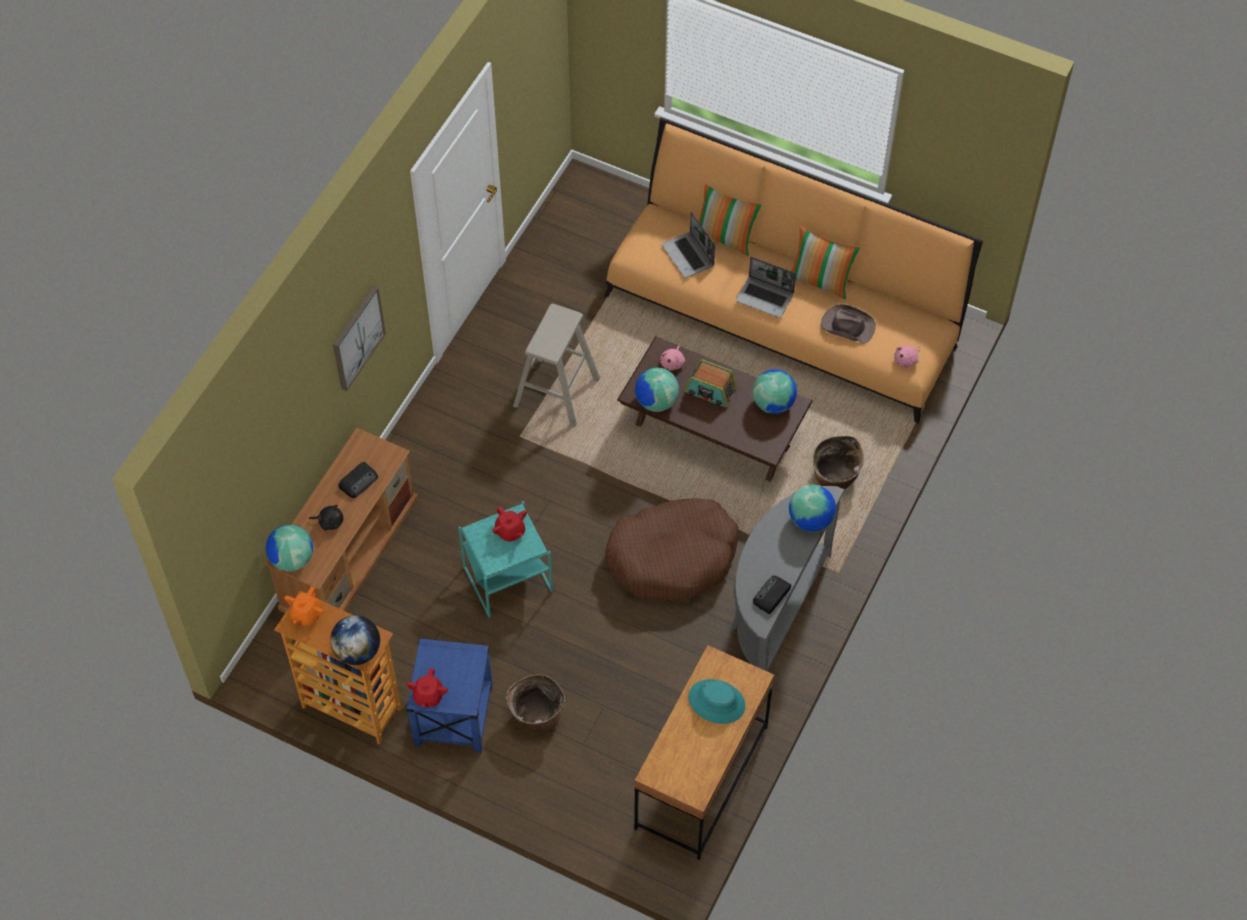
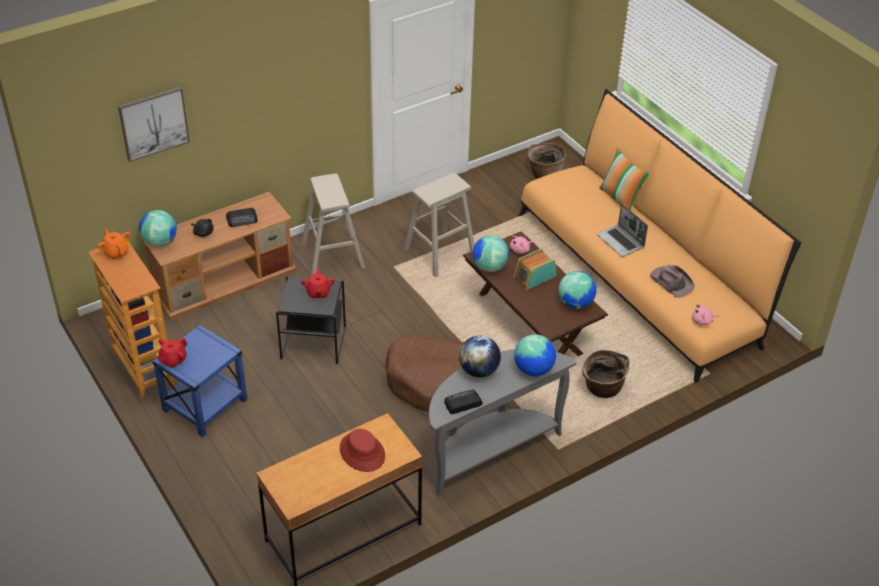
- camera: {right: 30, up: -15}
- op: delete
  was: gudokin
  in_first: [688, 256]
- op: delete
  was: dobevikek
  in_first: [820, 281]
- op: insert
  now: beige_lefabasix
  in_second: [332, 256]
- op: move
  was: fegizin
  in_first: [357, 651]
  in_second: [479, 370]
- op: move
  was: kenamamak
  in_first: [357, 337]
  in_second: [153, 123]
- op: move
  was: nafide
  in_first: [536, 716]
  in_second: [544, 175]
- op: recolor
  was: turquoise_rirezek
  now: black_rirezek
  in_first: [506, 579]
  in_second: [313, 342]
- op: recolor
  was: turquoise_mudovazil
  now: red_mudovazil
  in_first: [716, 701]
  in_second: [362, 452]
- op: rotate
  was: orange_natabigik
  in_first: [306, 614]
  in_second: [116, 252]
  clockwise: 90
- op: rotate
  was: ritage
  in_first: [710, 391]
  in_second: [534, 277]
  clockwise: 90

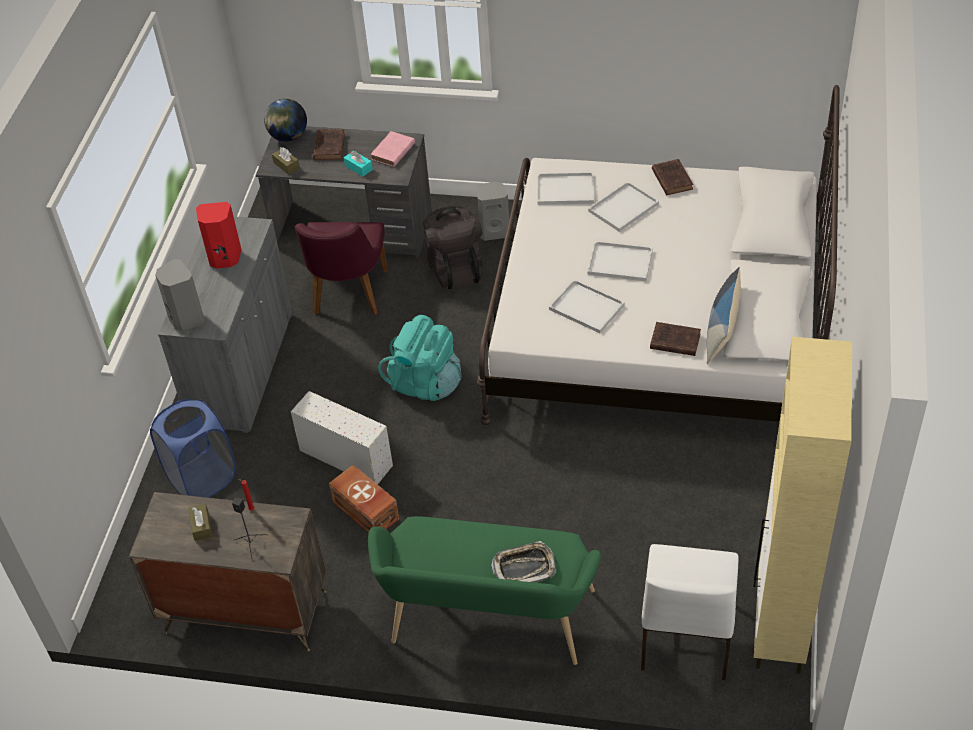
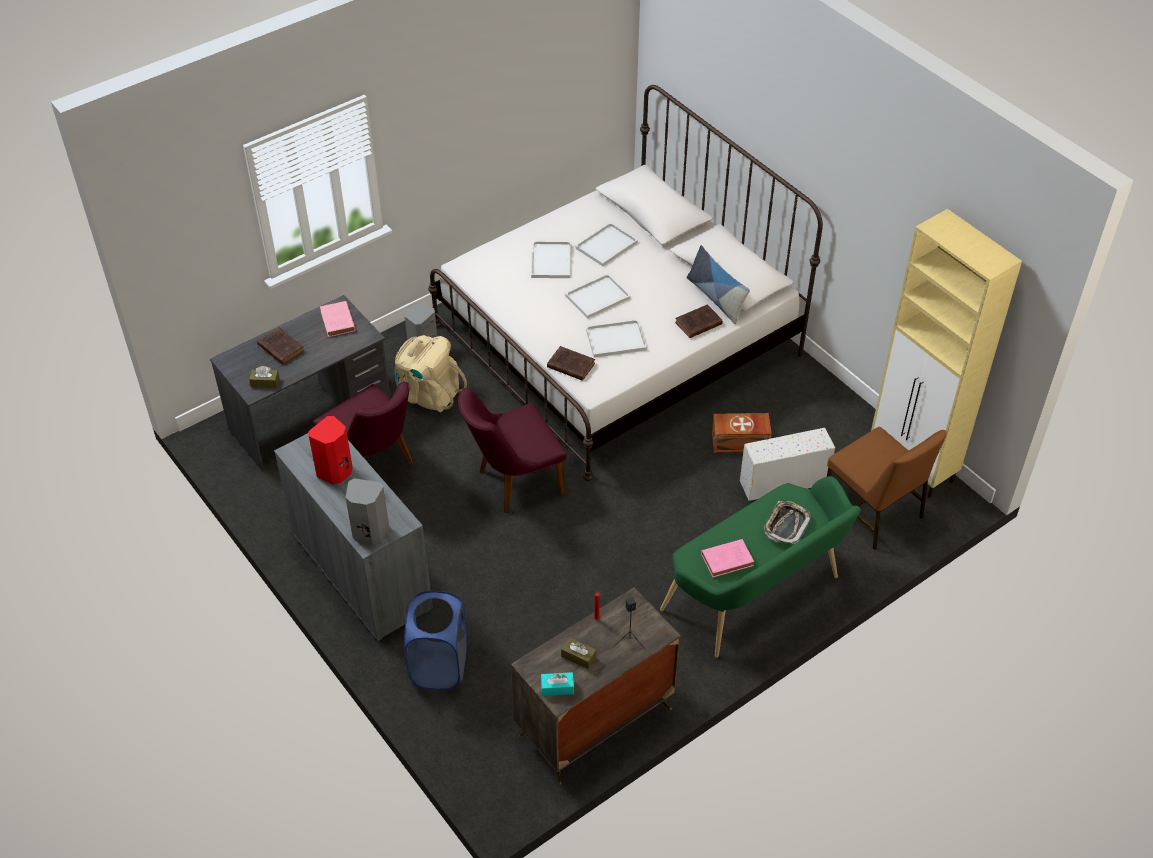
- camera: {right: -50, up: 0}
- op: delete
  was: fegizin
  in_first: [288, 136]
- op: insert
  now: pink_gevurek
  in_second: [728, 559]
- op: move
  was: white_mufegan
  in_first: [344, 457]
  in_second: [782, 482]
- op: move
  was: brown_mufegan
  in_first: [365, 511]
  in_second: [741, 442]
- op: move
  was: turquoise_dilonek
  in_first: [358, 168]
  in_second: [557, 687]
- op: move
  was: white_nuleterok
  in_first: [566, 189]
  in_second: [606, 244]
- op: move
  was: brown_gevurek
  in_first: [671, 179]
  in_second: [570, 365]
- op: replace
  was: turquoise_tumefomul
  now: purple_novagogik
  in_first: [425, 383]
  in_second: [513, 483]
- op: recolor
  was: black_tumefomul
  now: beige_tumefomul
  in_first: [455, 268]
  in_second: [428, 393]
- op: recolor
  was: white_novagogik
  now: brown_novagogik
  in_first: [685, 637]
  in_second: [872, 511]

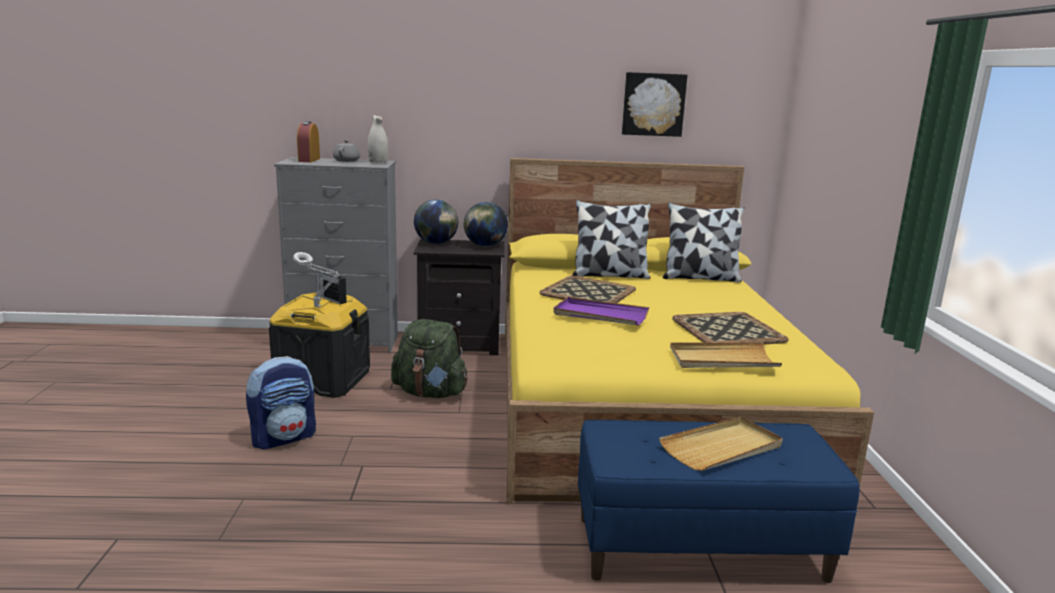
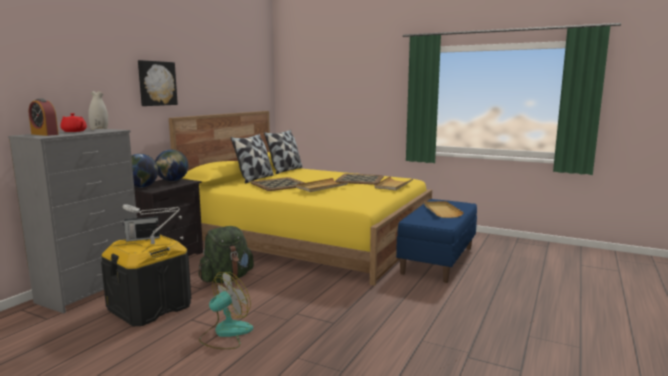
- camera: {right: -60, up: -5}
- op: move
  was: kenamamak
  in_first: [653, 104]
  in_second: [156, 83]
- op: replace
  was: tumefomul
  now: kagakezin
  in_first: [284, 438]
  in_second: [226, 333]
- op: recolor
  was: grey_natabigik
  now: red_natabigik
  in_first: [347, 161]
  in_second: [74, 131]
- op: recolor
  was: purple_nuleterok
  now: beige_nuleterok
  in_first: [600, 315]
  in_second: [322, 187]

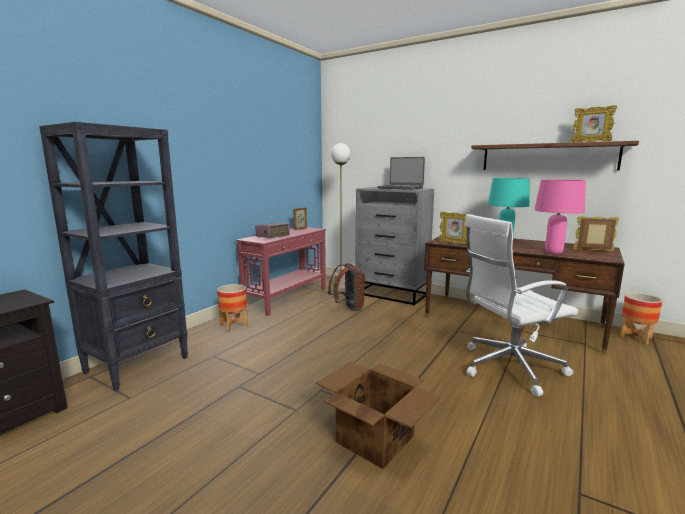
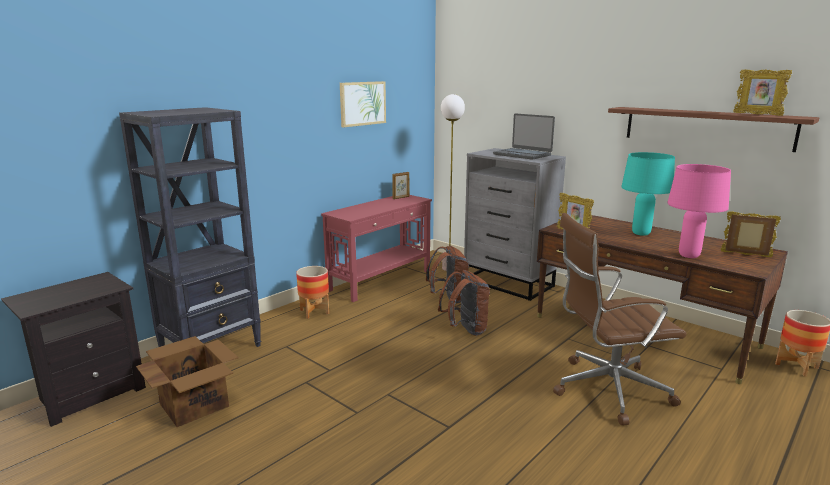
- camera: {right: 10, up: 5}
- op: delete
  was: ritage
  in_first: [273, 236]
- op: insert
  now: kenamamak
  in_second: [362, 103]
- op: insert
  now: brown_tumefomul
  in_second: [465, 330]
- op: move
  was: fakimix
  in_first: [374, 438]
  in_second: [194, 404]
- op: recolor
  was: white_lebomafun
  now: brown_lebomafun
  in_first: [508, 367]
  in_second: [607, 389]

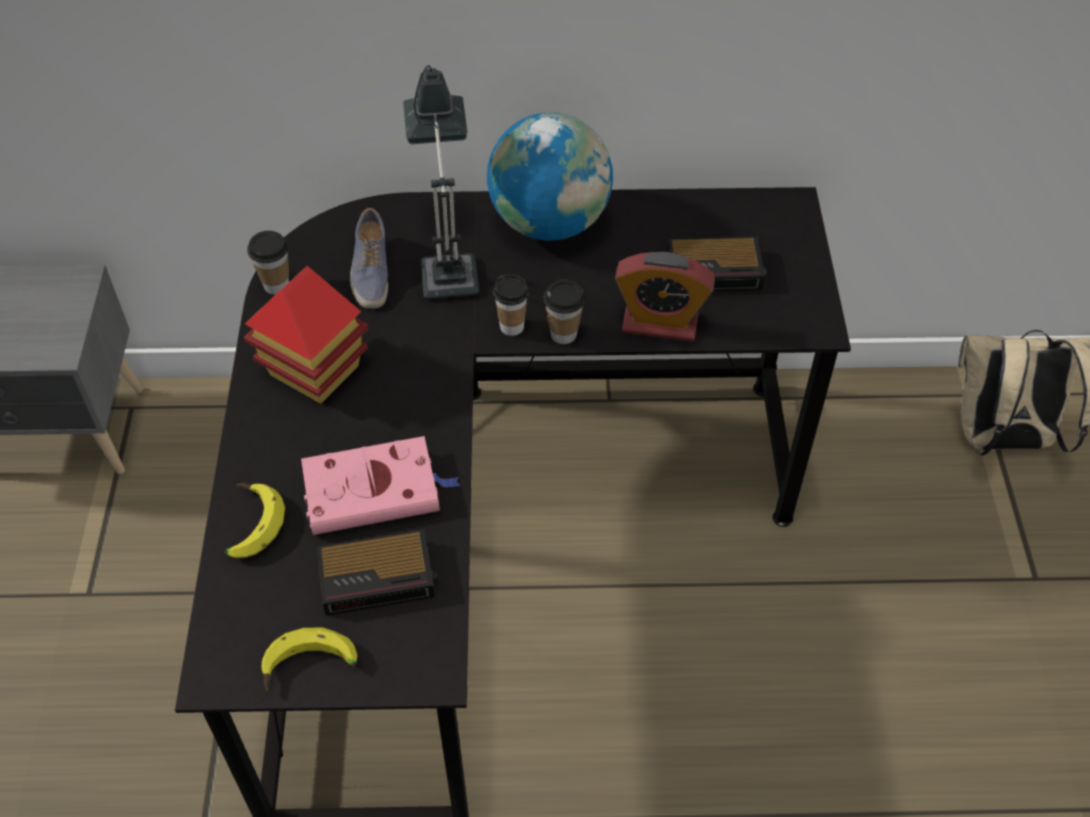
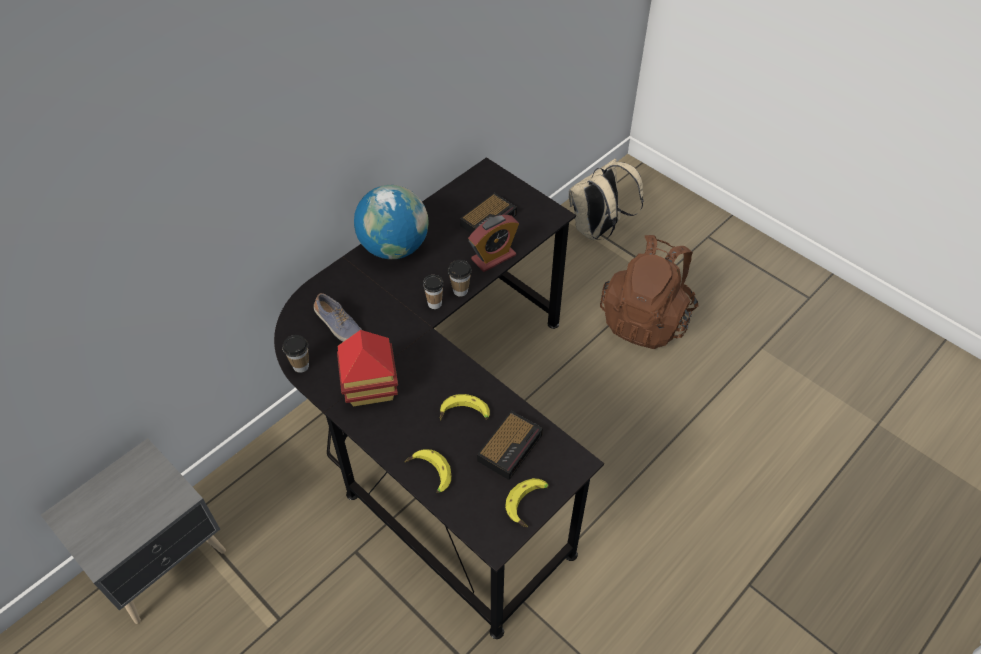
- camera: {right: -45, up: 0}
- op: delete
  was: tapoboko
  in_first: [448, 267]
- op: insert
  now: brown_tumefomul
  in_second: [646, 319]
- op: replace
  was: pink_gevurek
  now: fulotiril
  in_first: [375, 490]
  in_second: [464, 415]

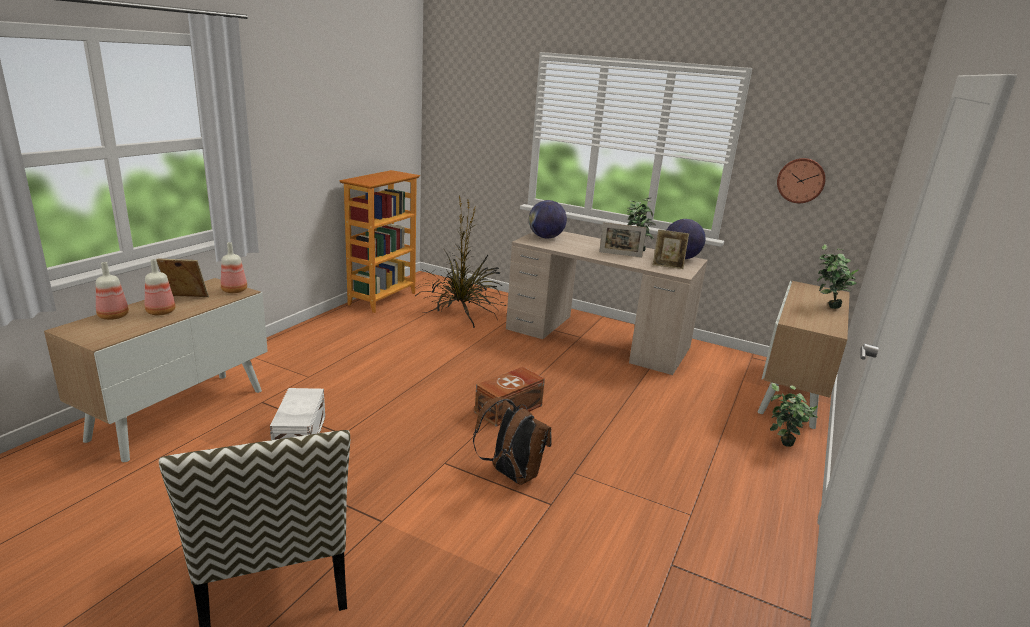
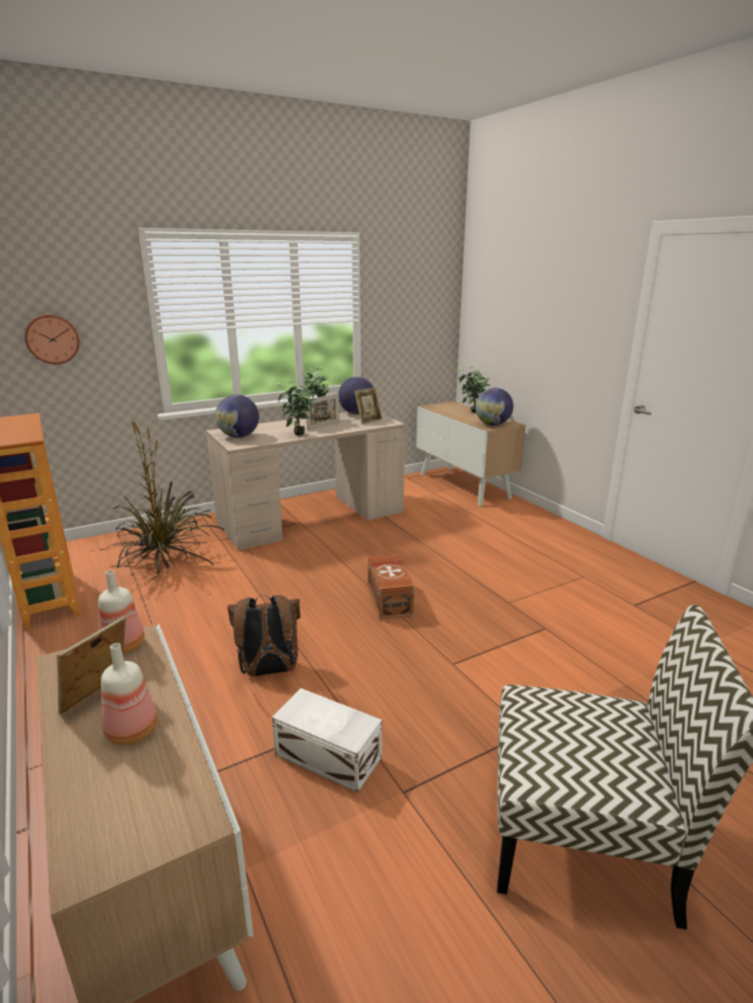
- camera: {right: -55, up: 0}
- op: delete
  was: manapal
  in_first: [113, 316]
- op: insert
  now: fegizin
  in_second: [492, 424]
- op: move
  was: brown_tumefomul
  in_first: [511, 475]
  in_second: [269, 671]
- op: move
  was: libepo
  in_first: [781, 446]
  in_second: [298, 436]
- op: move
  was: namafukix
  in_first: [801, 180]
  in_second: [52, 339]

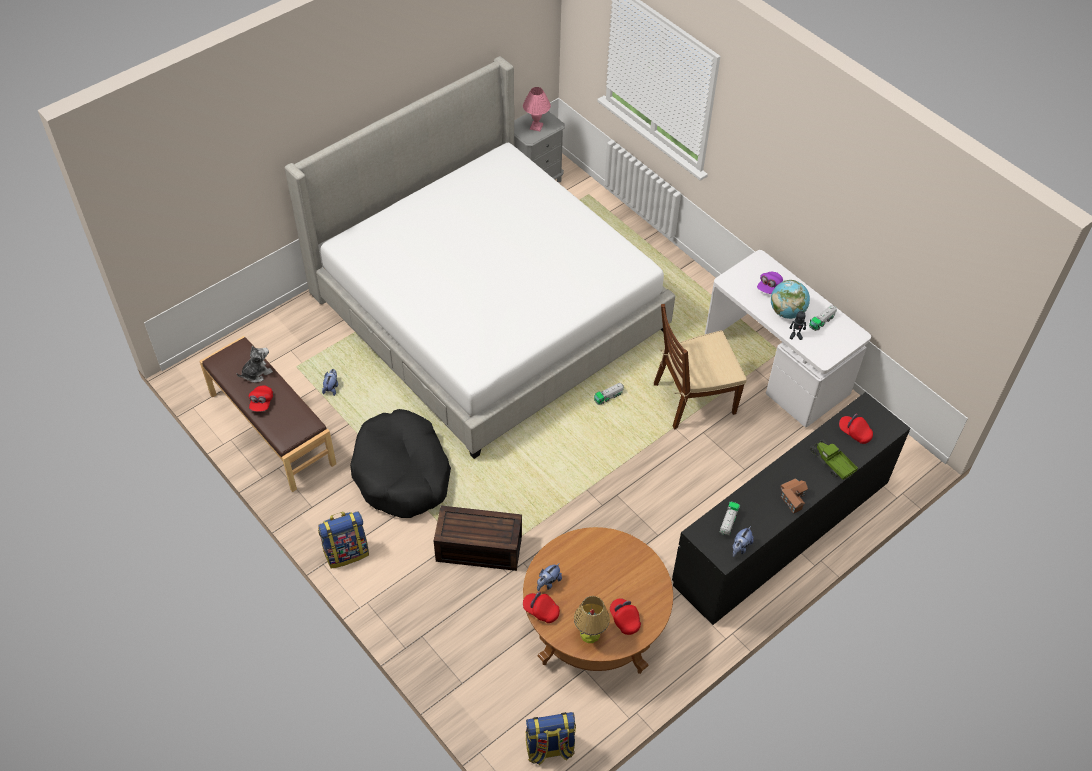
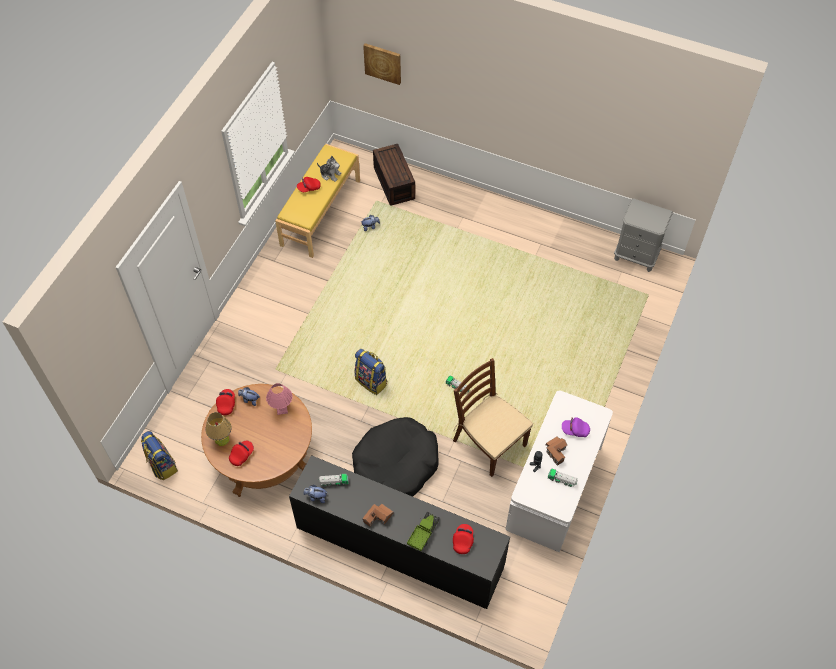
- camera: {right: 65, up: 5}
- op: delete
  was: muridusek
  in_first: [488, 311]
- op: insert
  now: kenamamak
  in_second: [383, 63]
- op: move
  was: tumefomul
  in_first: [346, 552]
  in_second: [372, 381]
- op: move
  was: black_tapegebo
  in_first: [402, 473]
  in_second: [394, 466]
- op: move
  was: brown_mufegan
  in_first: [477, 549]
  in_second: [393, 182]
- op: move
  was: pink_tapoboko
  in_first: [536, 126]
  in_second: [282, 409]
- op: replace
  was: fegizin
  now: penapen
  in_first: [787, 312]
  in_second: [556, 452]
- op: recolor
  was: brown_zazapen
  now: yellow_zazapen
  in_first: [271, 429]
  in_second: [320, 212]

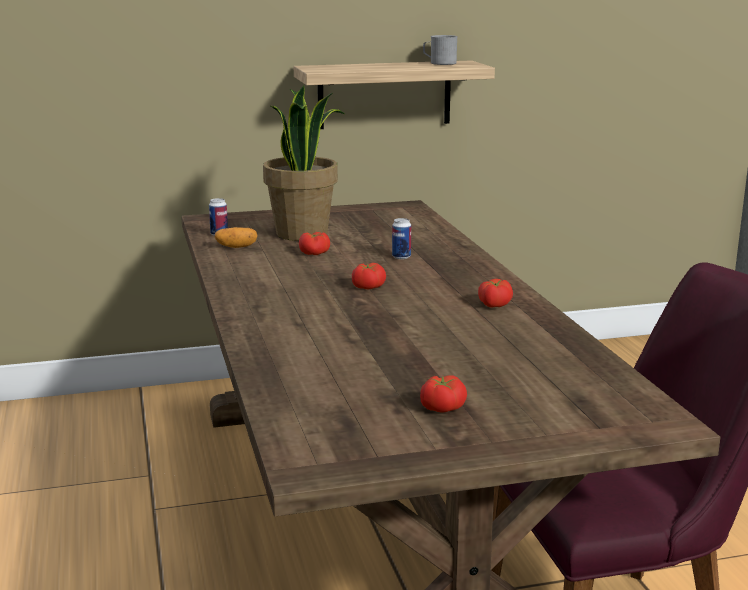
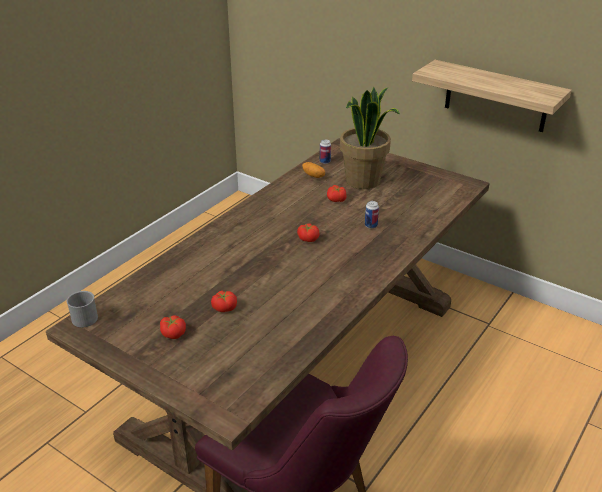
- camera: {right: 50, up: 15}
- op: move
  was: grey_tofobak
  in_first: [439, 63]
  in_second: [85, 316]
- op: move
  was: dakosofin
  in_first: [494, 304]
  in_second: [224, 307]

